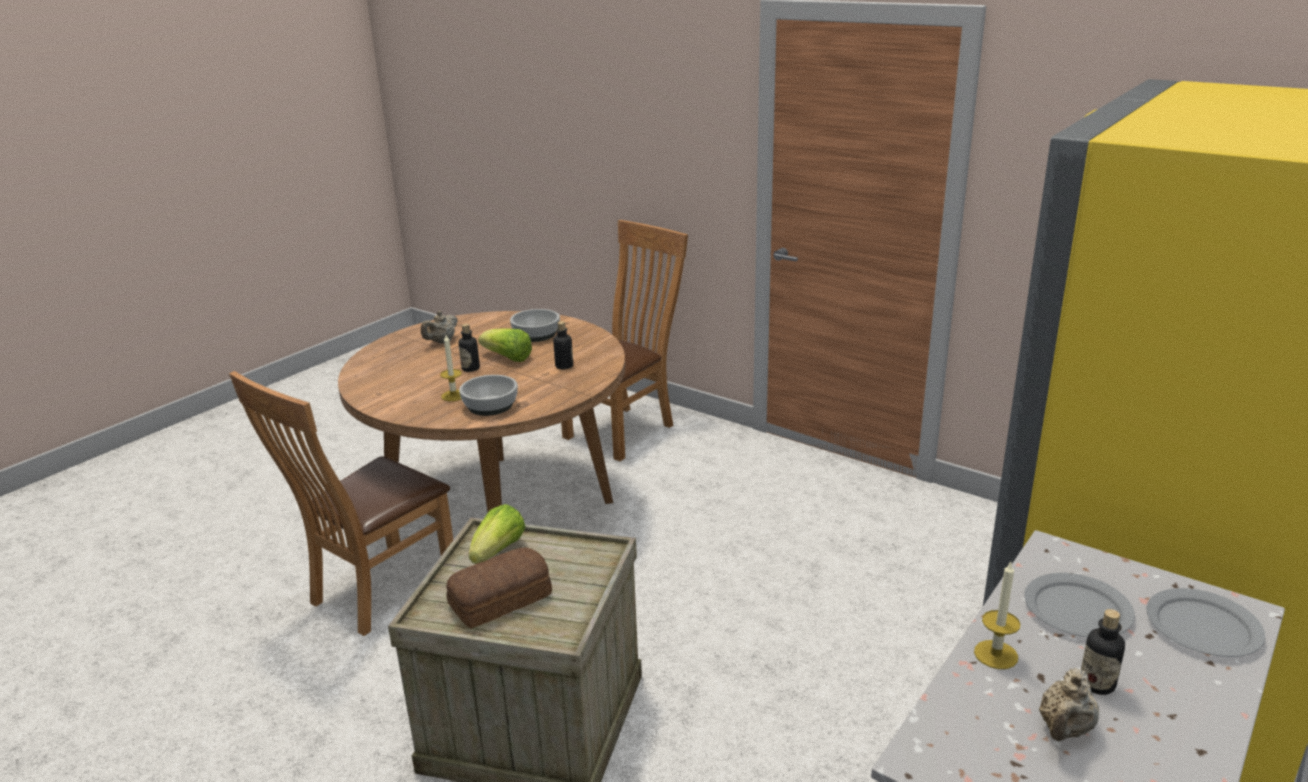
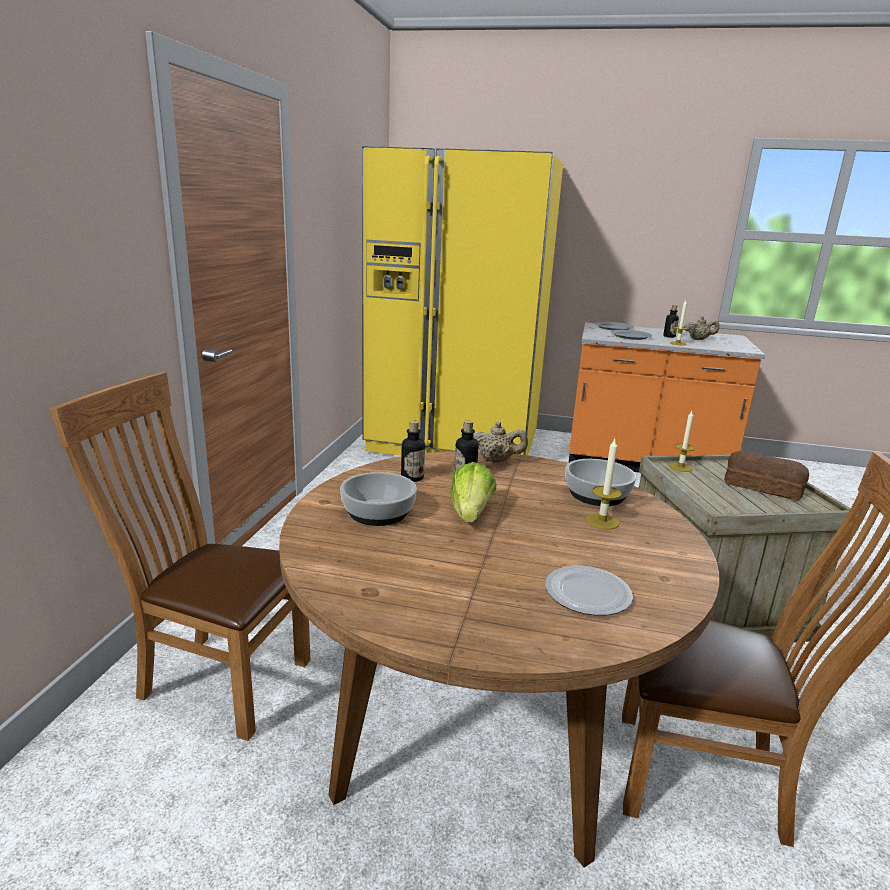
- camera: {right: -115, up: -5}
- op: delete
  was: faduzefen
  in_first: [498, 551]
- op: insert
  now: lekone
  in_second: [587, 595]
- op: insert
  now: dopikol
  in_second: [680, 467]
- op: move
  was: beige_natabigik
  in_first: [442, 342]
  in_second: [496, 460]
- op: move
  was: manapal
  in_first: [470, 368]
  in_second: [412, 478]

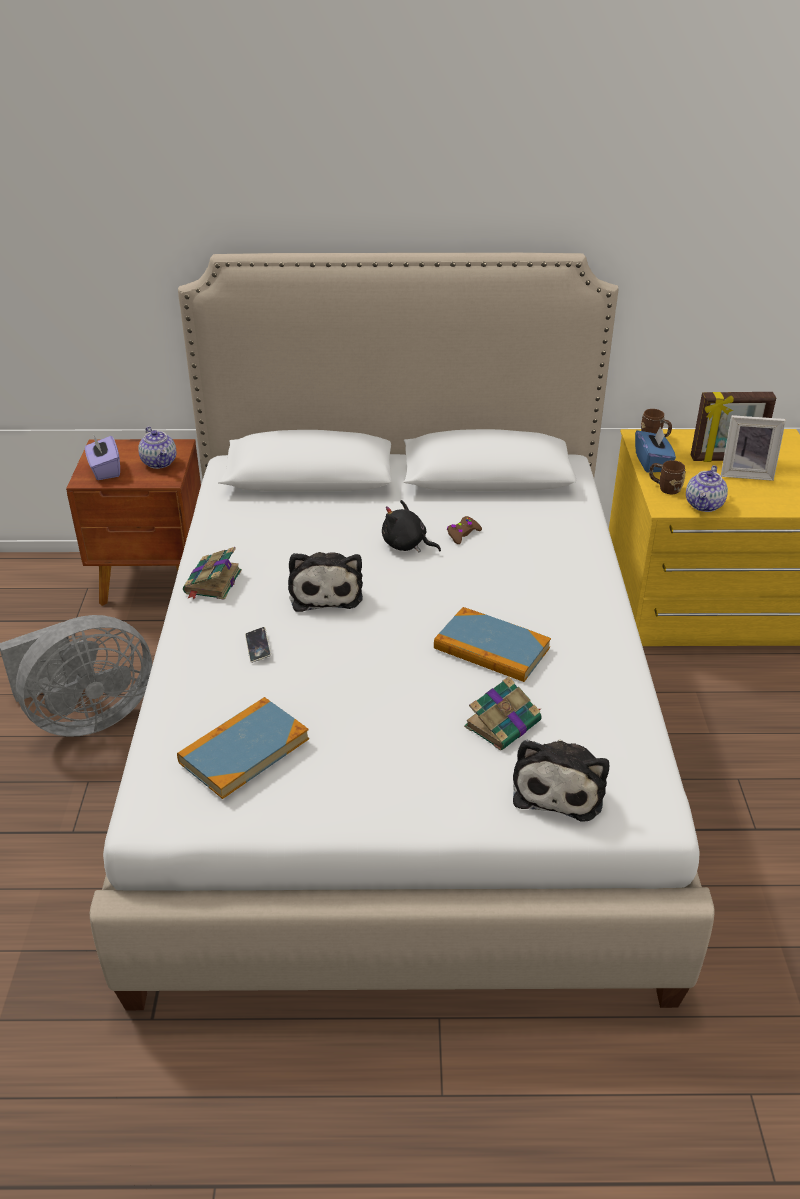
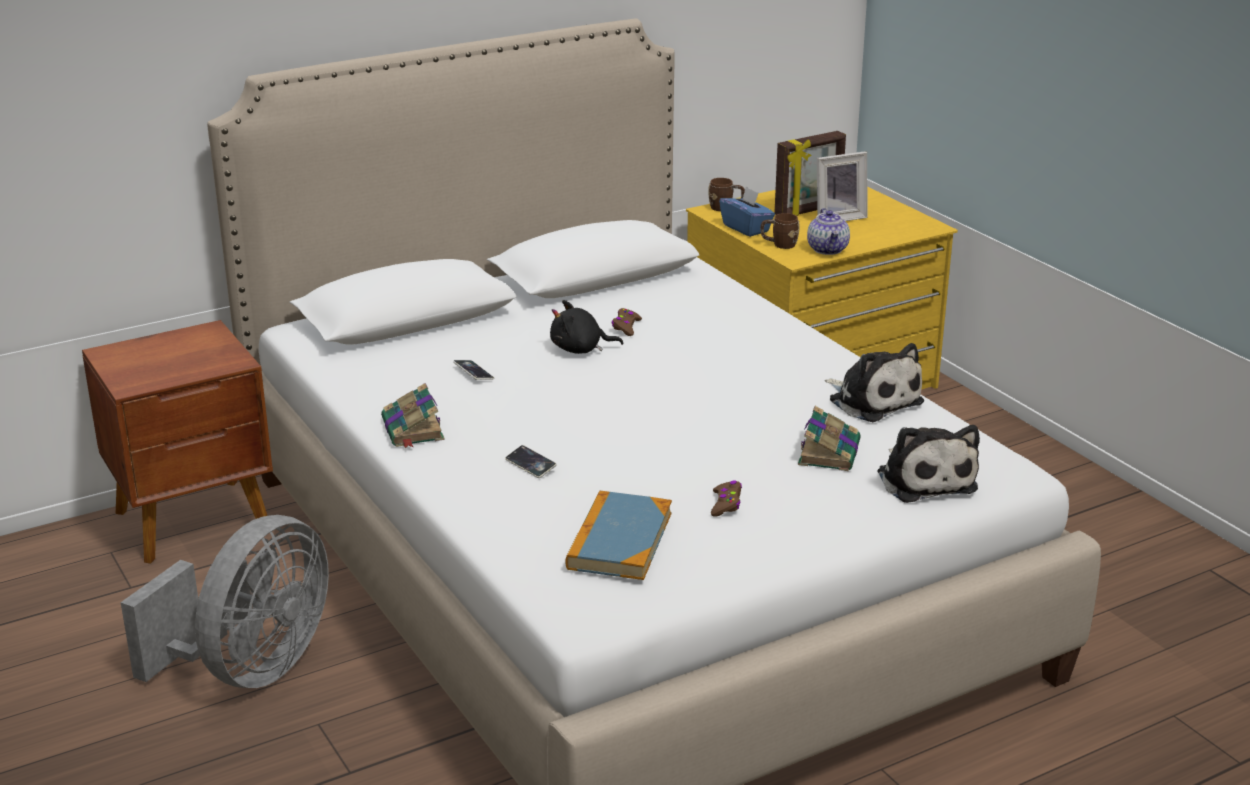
- camera: {right: -30, up: -10}
- op: delete
  was: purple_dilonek
  in_first: [105, 470]
- op: delete
  was: natabigik
  in_first: [160, 462]
- op: delete
  was: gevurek
  in_first: [491, 648]
- op: insert
  now: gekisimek
  in_second: [473, 373]
- op: insert
  now: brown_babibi
  in_second: [726, 504]
- op: move
  was: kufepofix
  in_first: [325, 591]
  in_second: [872, 400]

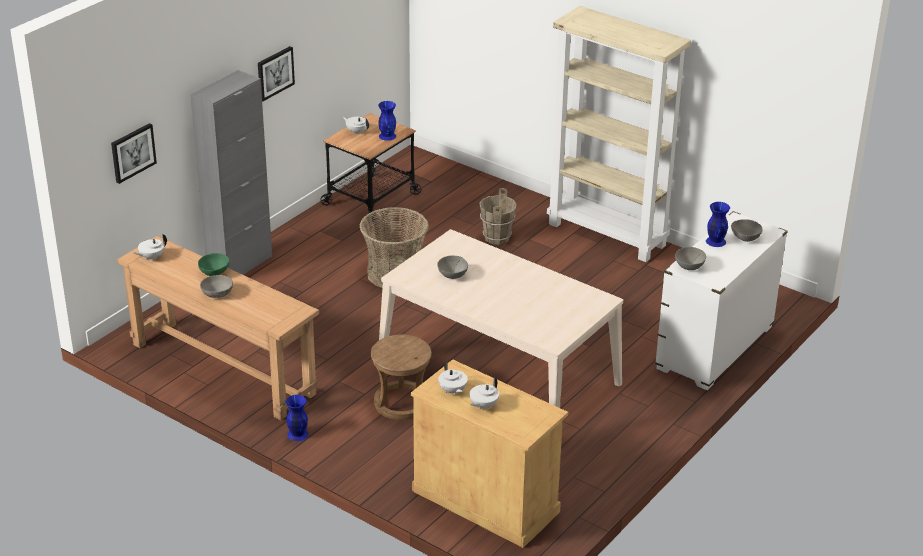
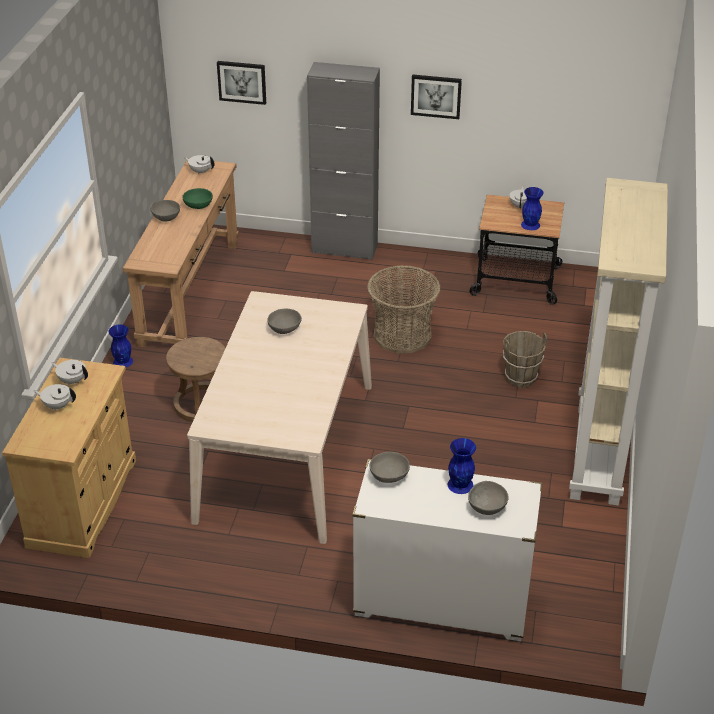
- camera: {right: 65, up: 5}
- op: rotate
  was: white_natabigik
  in_first: [452, 391]
  in_second: [72, 380]
  clockwise: 75

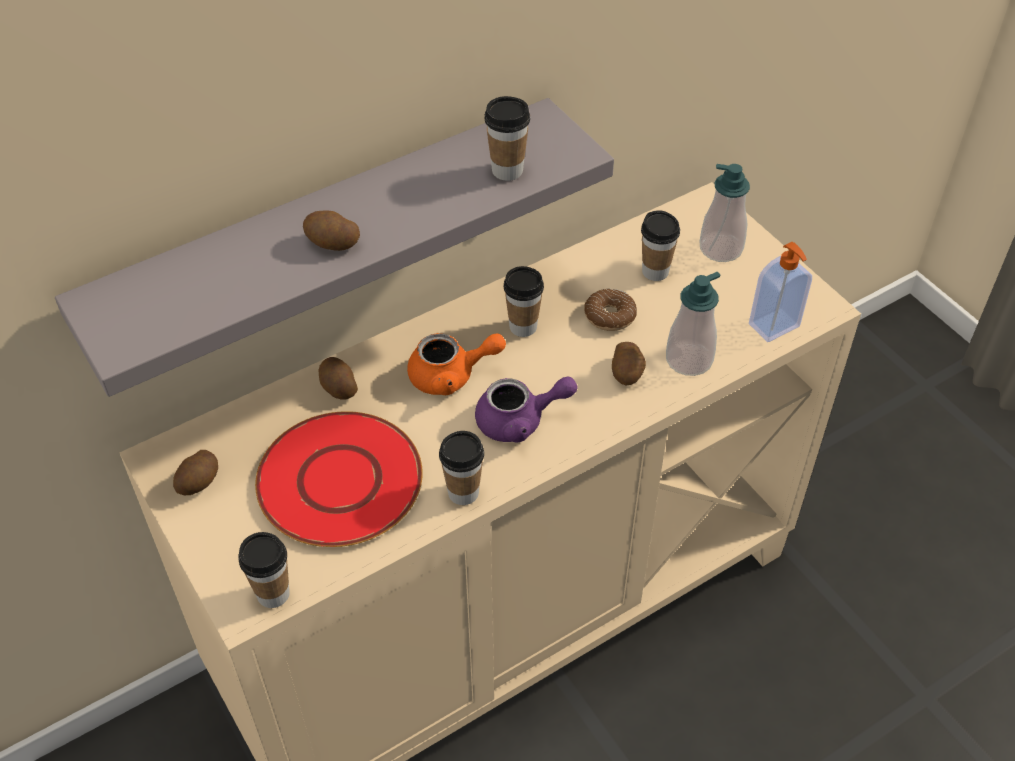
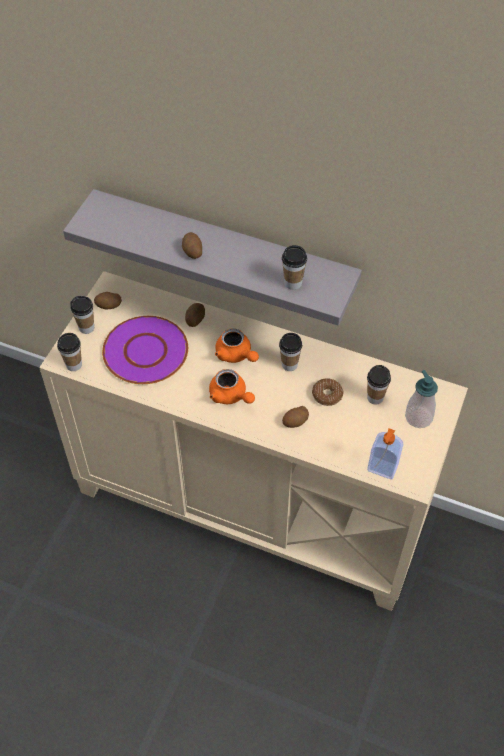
- camera: {right: 55, up: 5}
- op: delete
  was: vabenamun
  in_first: [689, 360]
- op: move
  was: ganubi
  in_first: [463, 492]
  in_second: [86, 327]
- op: recolor
  was: red_lekone
  now: purple_lekone
  in_first: [338, 481]
  in_second: [145, 351]
- op: recolor
  was: purple_natabigik
  now: orange_natabigik
  in_first: [520, 421]
  in_second: [230, 396]

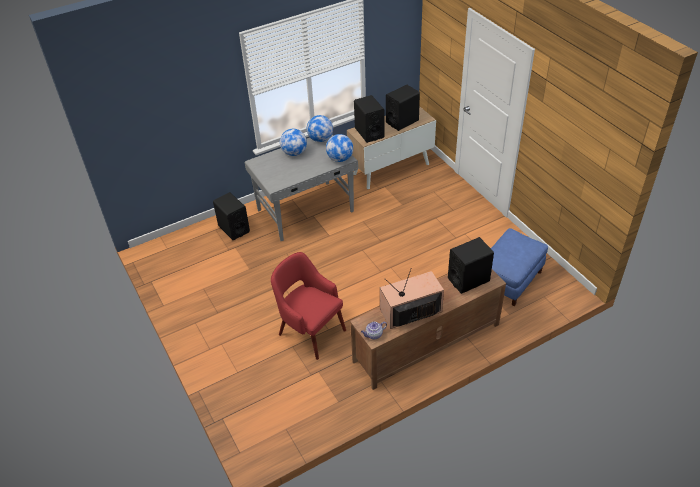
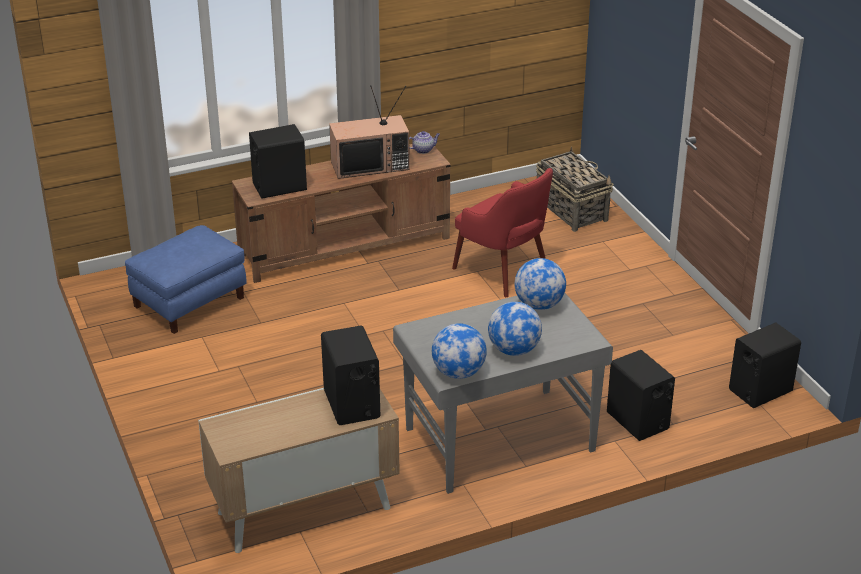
- camera: {right: -175, up: -10}
- op: insert
  now: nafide
  in_second: [571, 210]
- op: move
  was: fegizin
  in_first: [340, 159]
  in_second: [539, 305]
- op: move
  was: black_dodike
  in_first: [402, 121]
  in_second: [760, 391]

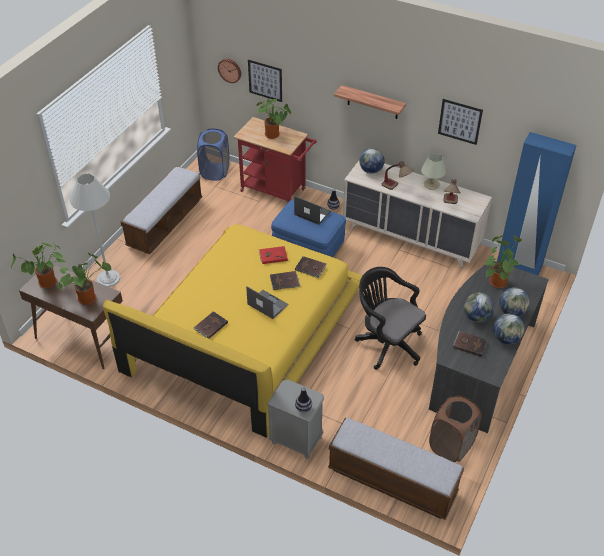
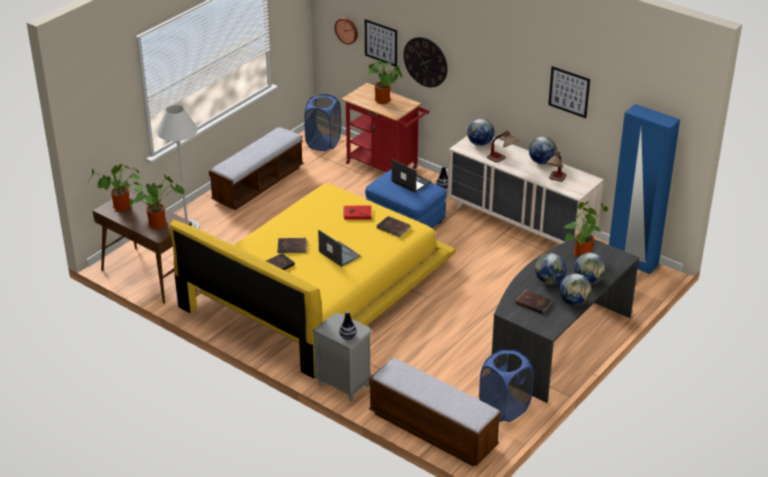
- camera: {right: 10, up: -10}
- op: delete
  was: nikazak
  in_first: [372, 102]
- op: delete
  was: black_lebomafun
  in_first: [387, 343]
- op: insert
  now: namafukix
  in_second: [425, 62]
- op: move
  was: brown_gevurek
  in_first: [284, 282]
  in_second: [292, 247]
- op: replace
  was: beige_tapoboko
  now: fegizin
  in_first: [431, 184]
  in_second: [541, 162]
- op: recolor
  was: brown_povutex
  now: blue_povutex
  in_first: [451, 445]
  in_second: [504, 408]

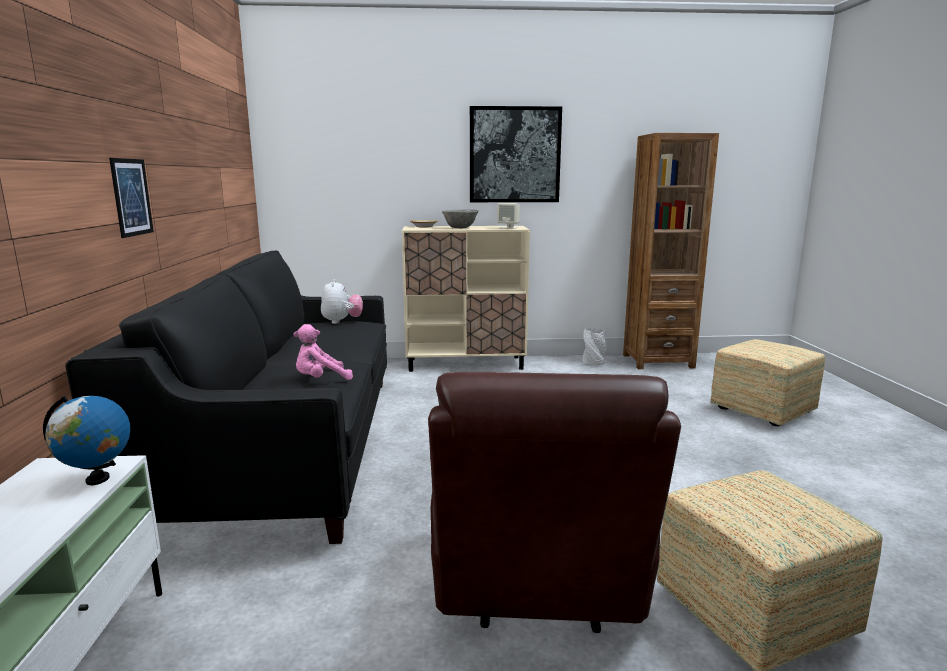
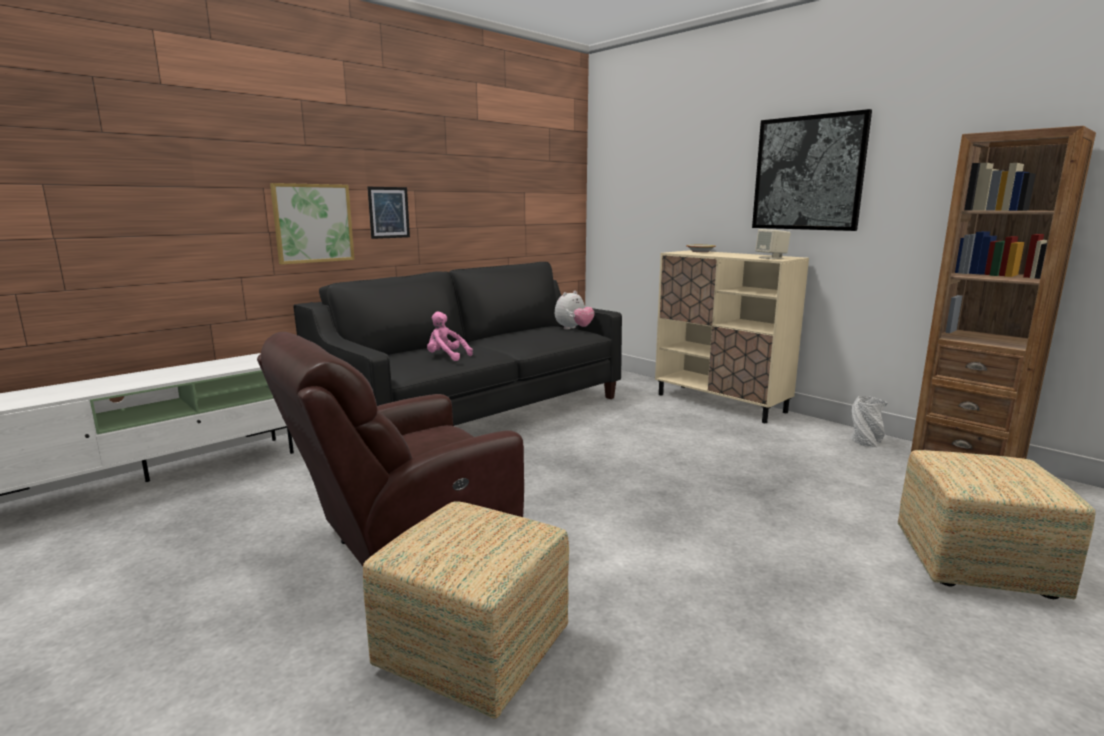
- camera: {right: 50, up: 0}
- op: delete
  was: fegizin
  in_first: [97, 479]
- op: delete
  was: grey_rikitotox
  in_first: [460, 228]
- op: insert
  now: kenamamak
  in_second: [313, 223]

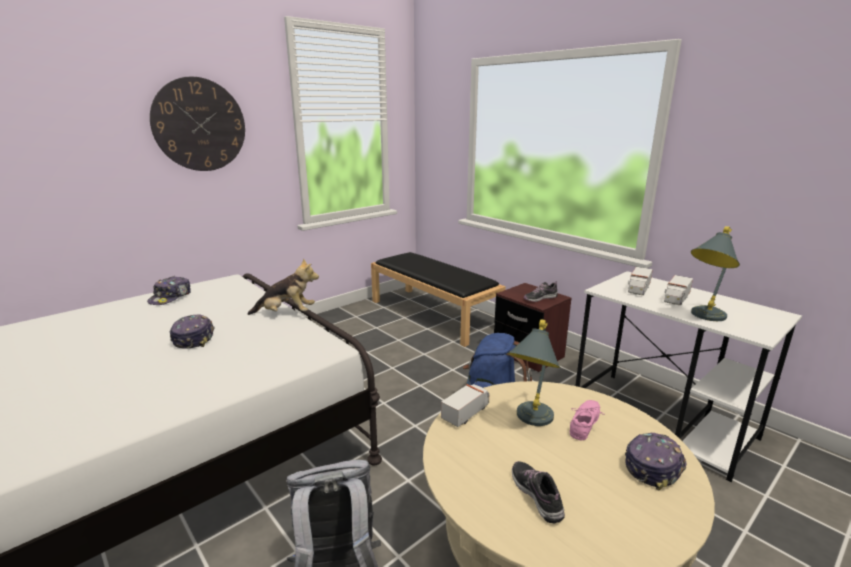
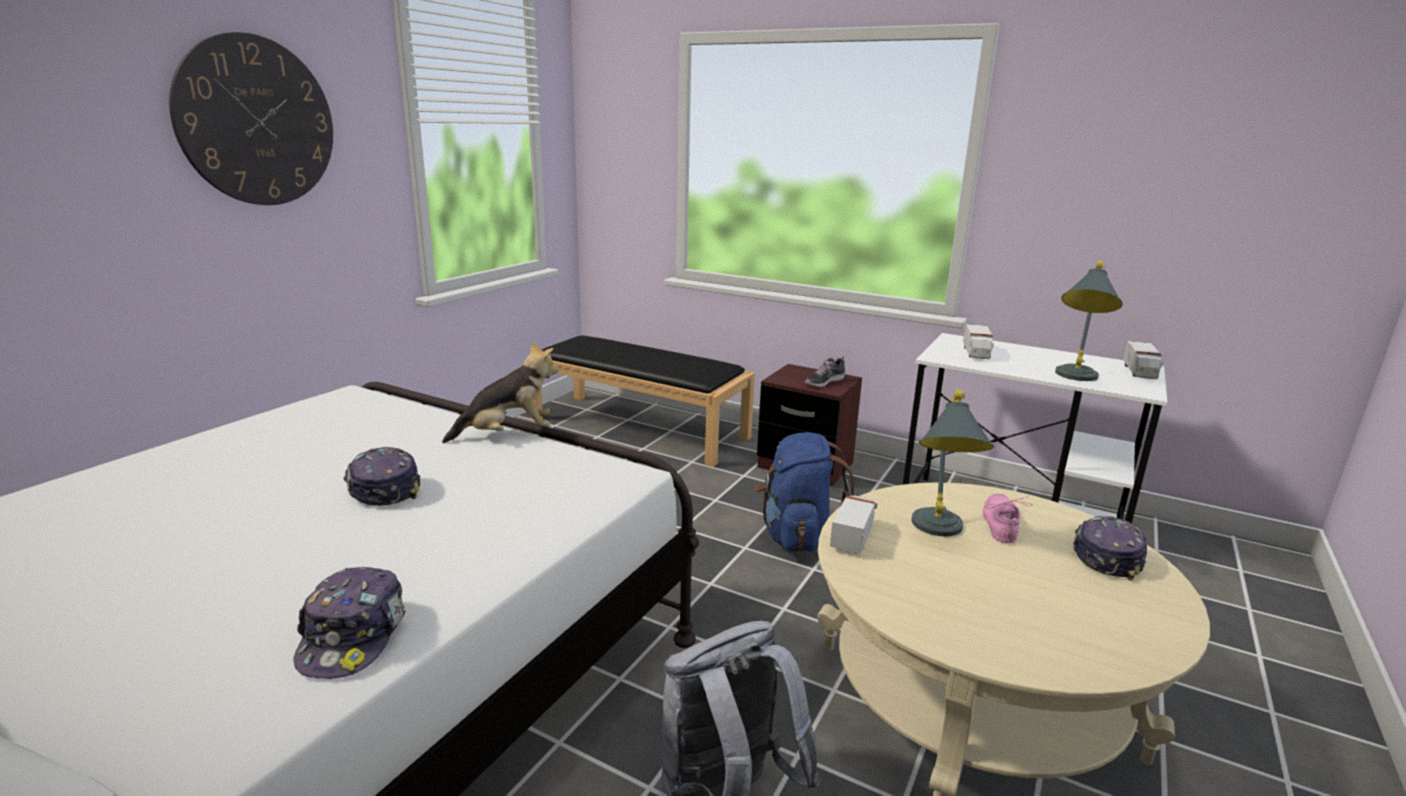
- camera: {right: -20, up: 0}
- op: delete
  was: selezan
  in_first: [536, 495]
- op: move
  was: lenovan
  in_first: [171, 297]
  in_second: [354, 636]
- op: move
  was: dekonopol
  in_first: [676, 299]
  in_second: [1139, 372]

